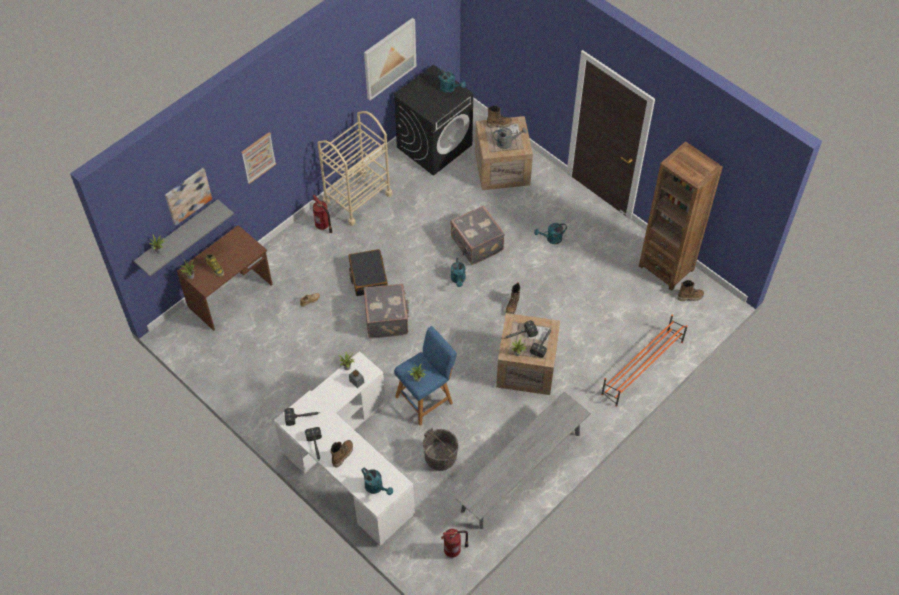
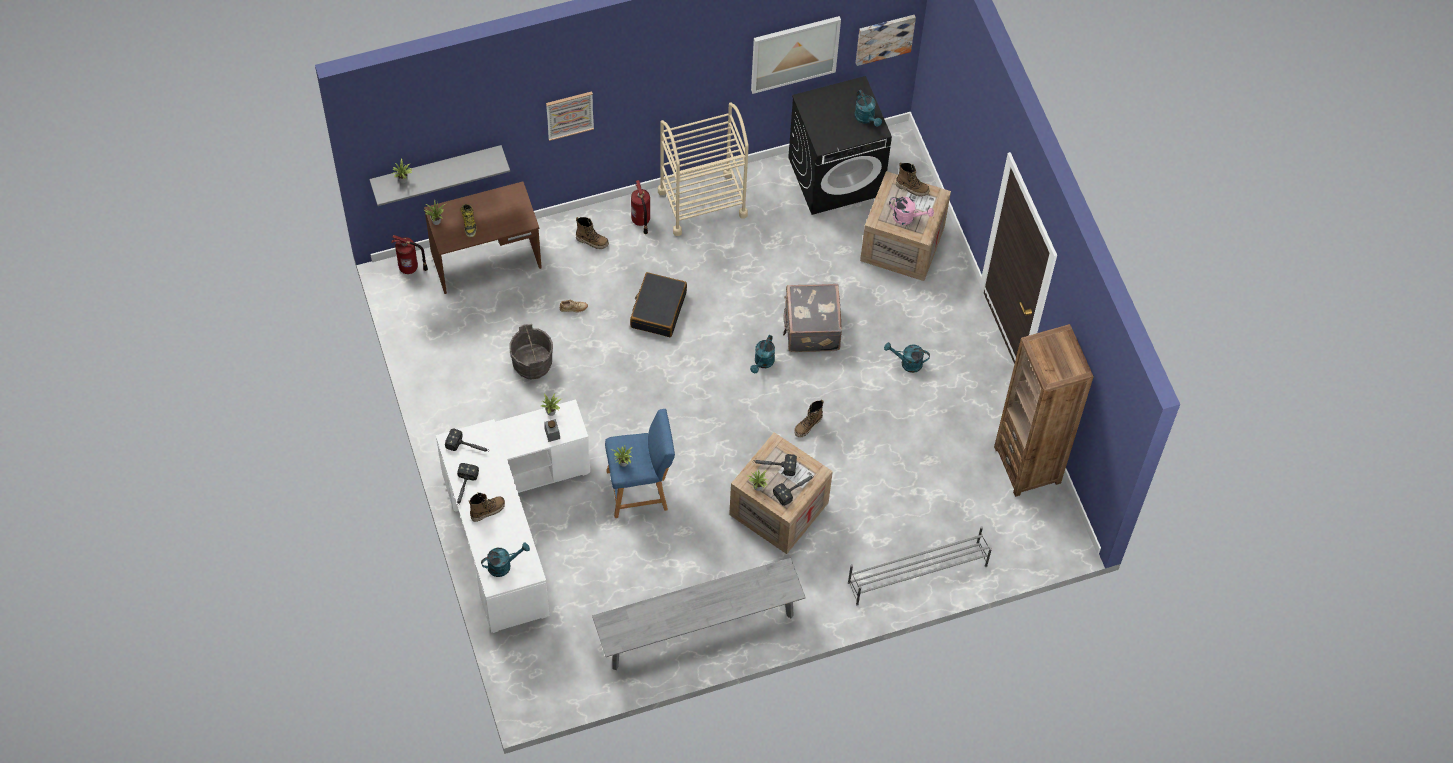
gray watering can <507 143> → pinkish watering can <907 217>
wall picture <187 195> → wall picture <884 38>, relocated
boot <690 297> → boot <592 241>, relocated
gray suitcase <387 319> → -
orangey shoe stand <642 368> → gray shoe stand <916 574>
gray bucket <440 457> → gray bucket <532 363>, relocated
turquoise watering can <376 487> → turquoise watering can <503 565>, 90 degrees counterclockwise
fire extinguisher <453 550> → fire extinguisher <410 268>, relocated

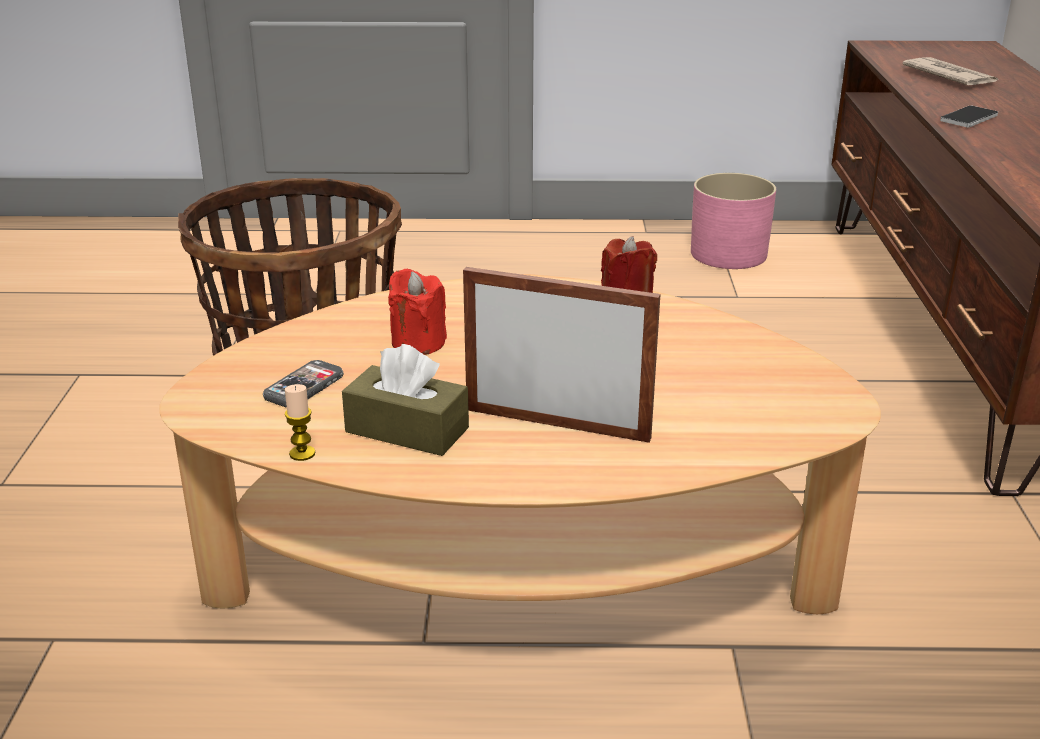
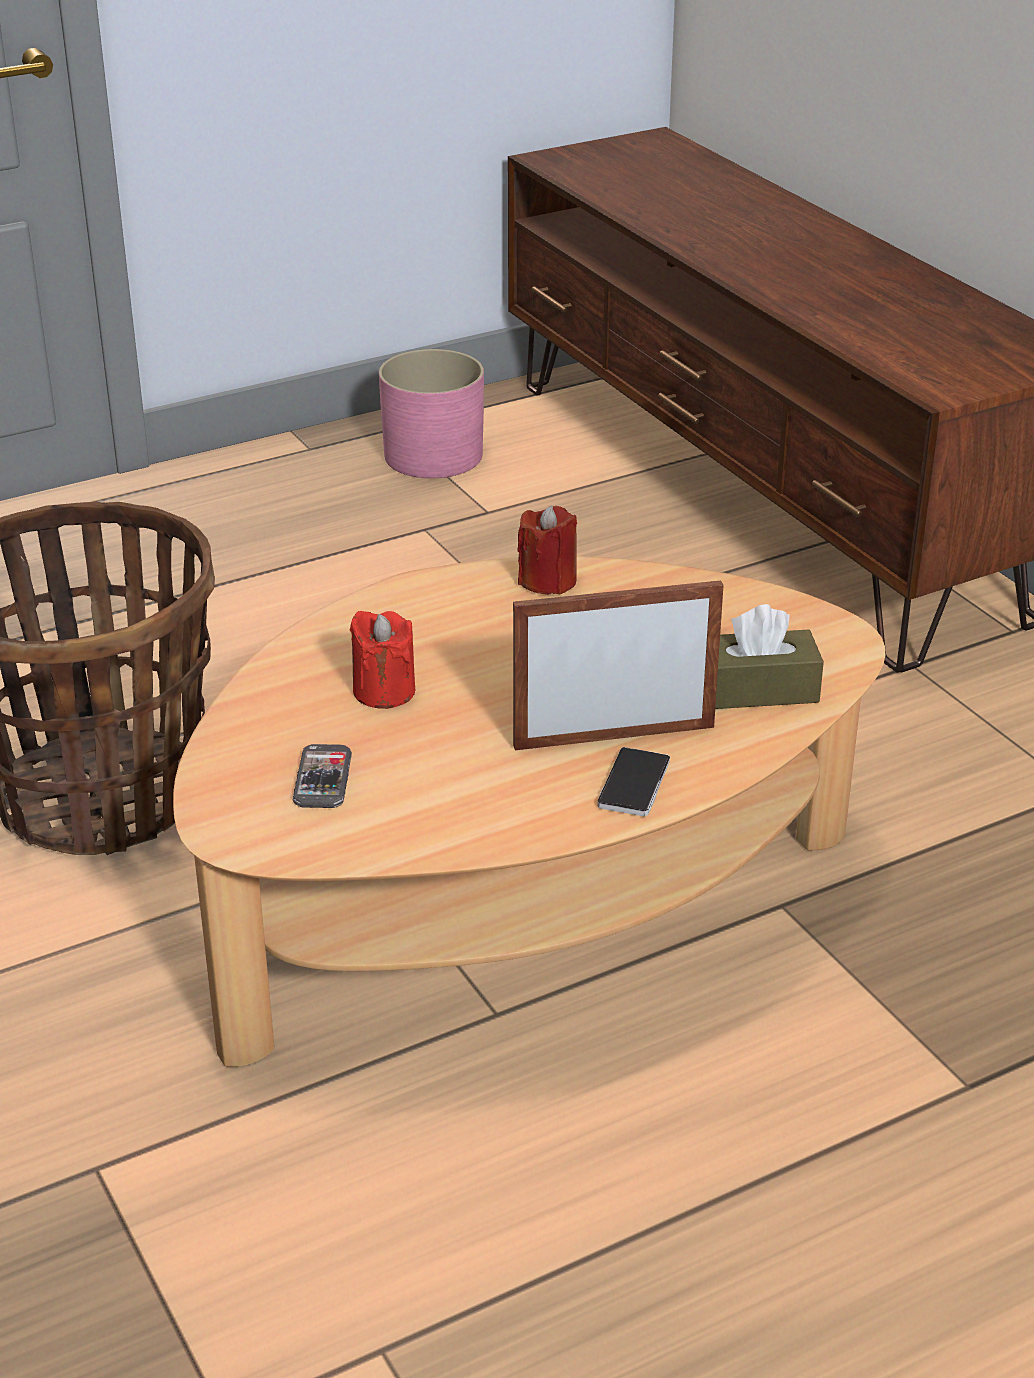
newspaper <949 76> → -
telephone <968 118> → telephone <634 784>, relocated
brown-coloured box of tissues <407 430> → brown-coloured box of tissues <757 689>, relocated
wax candle <302 453> → -

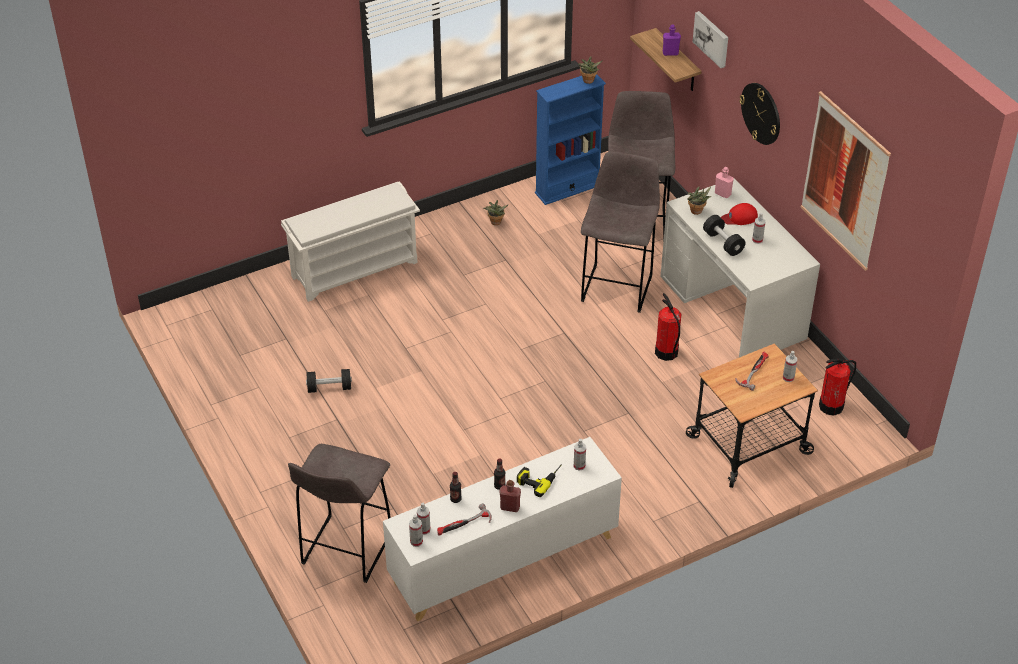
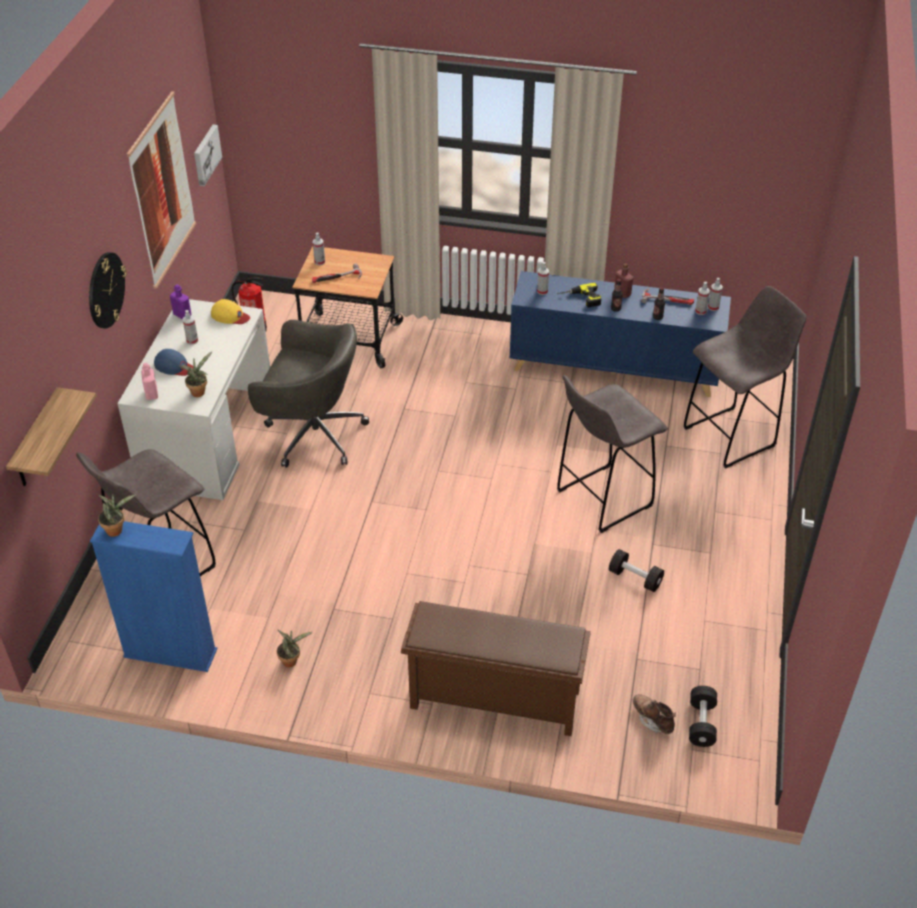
wall picture <712 39> → wall picture <205 154>, relocated
purplish drink bottle <670 53> → purplish drink bottle <182 315>, relocated
gray stool <617 287> → gray stool <601 499>, relocated
white-coloured shoe stand <355 269> → brown-coloured shoe stand <493 700>
reddish cap <739 217> → blue cap <174 366>
black dumbbell <723 243> → black dumbbell <701 723>, relocated
fire extinguisher <666 352> → gray office chair <312 434>
white-coloured cupboard <503 560> → blue cupboard <614 368>
- → yellow cap <230 316>
- → brown-coloured boot <652 719>

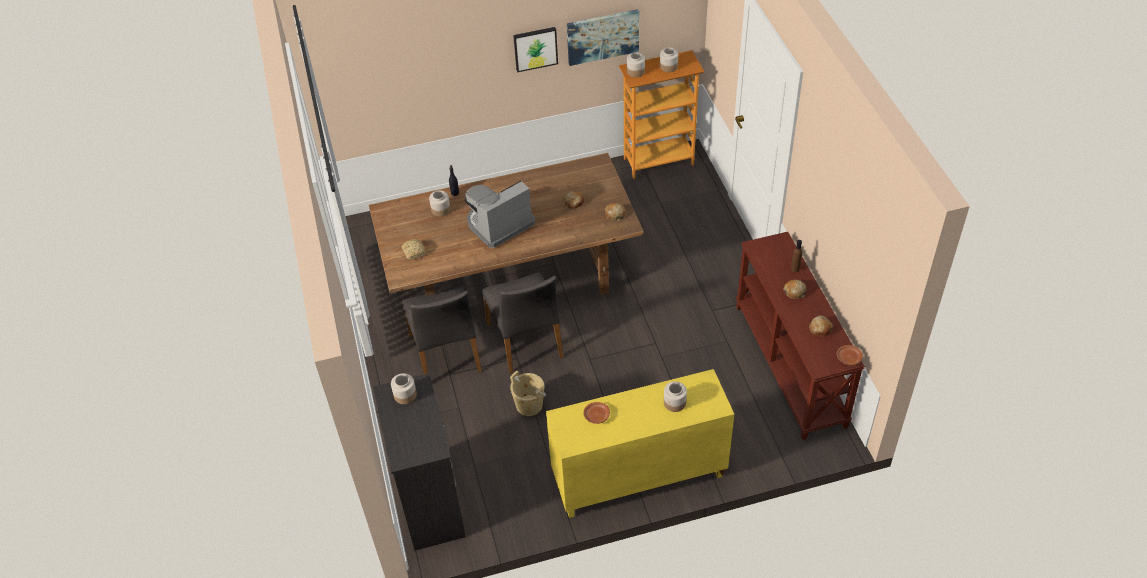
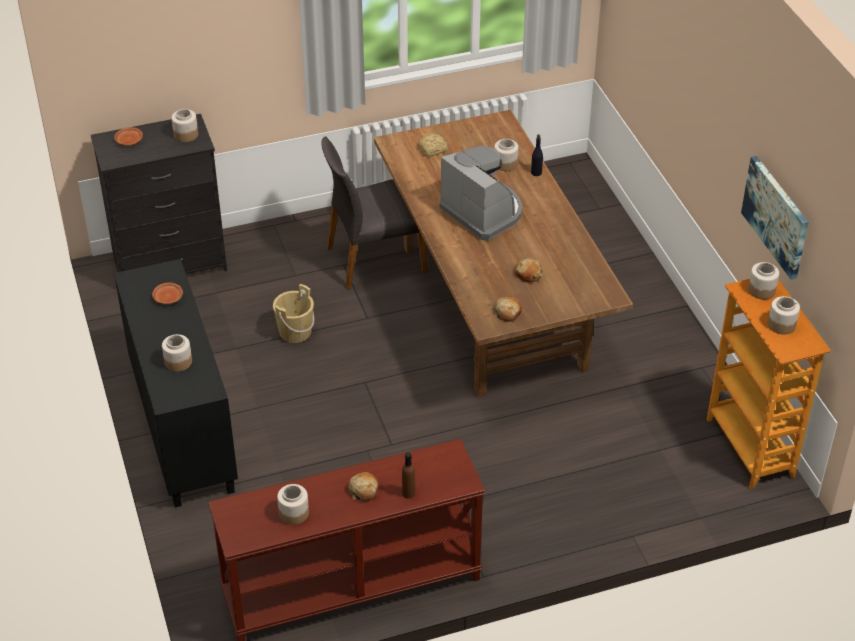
wall picture <535 48> → -
gray plain chair <526 341> → -
bakery bread <820 329> → storage jar <294 513>
brown-coloured flat dish <848 358> → brown-coloured flat dish <129 140>, relocated
yellow cupboard <638 478> → black cupboard <181 429>

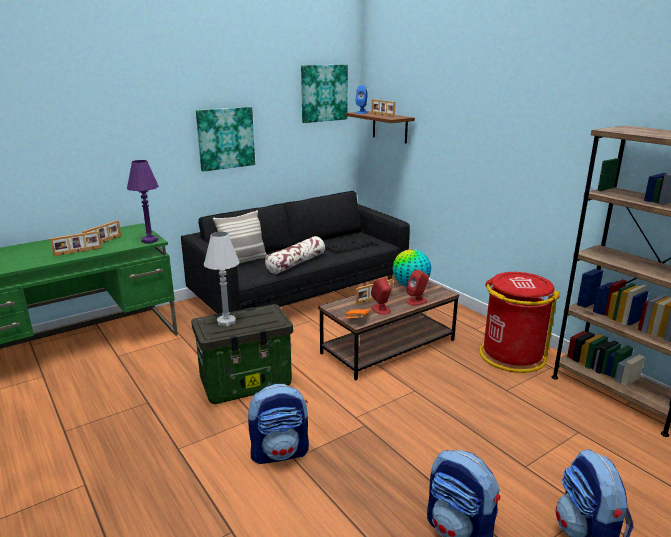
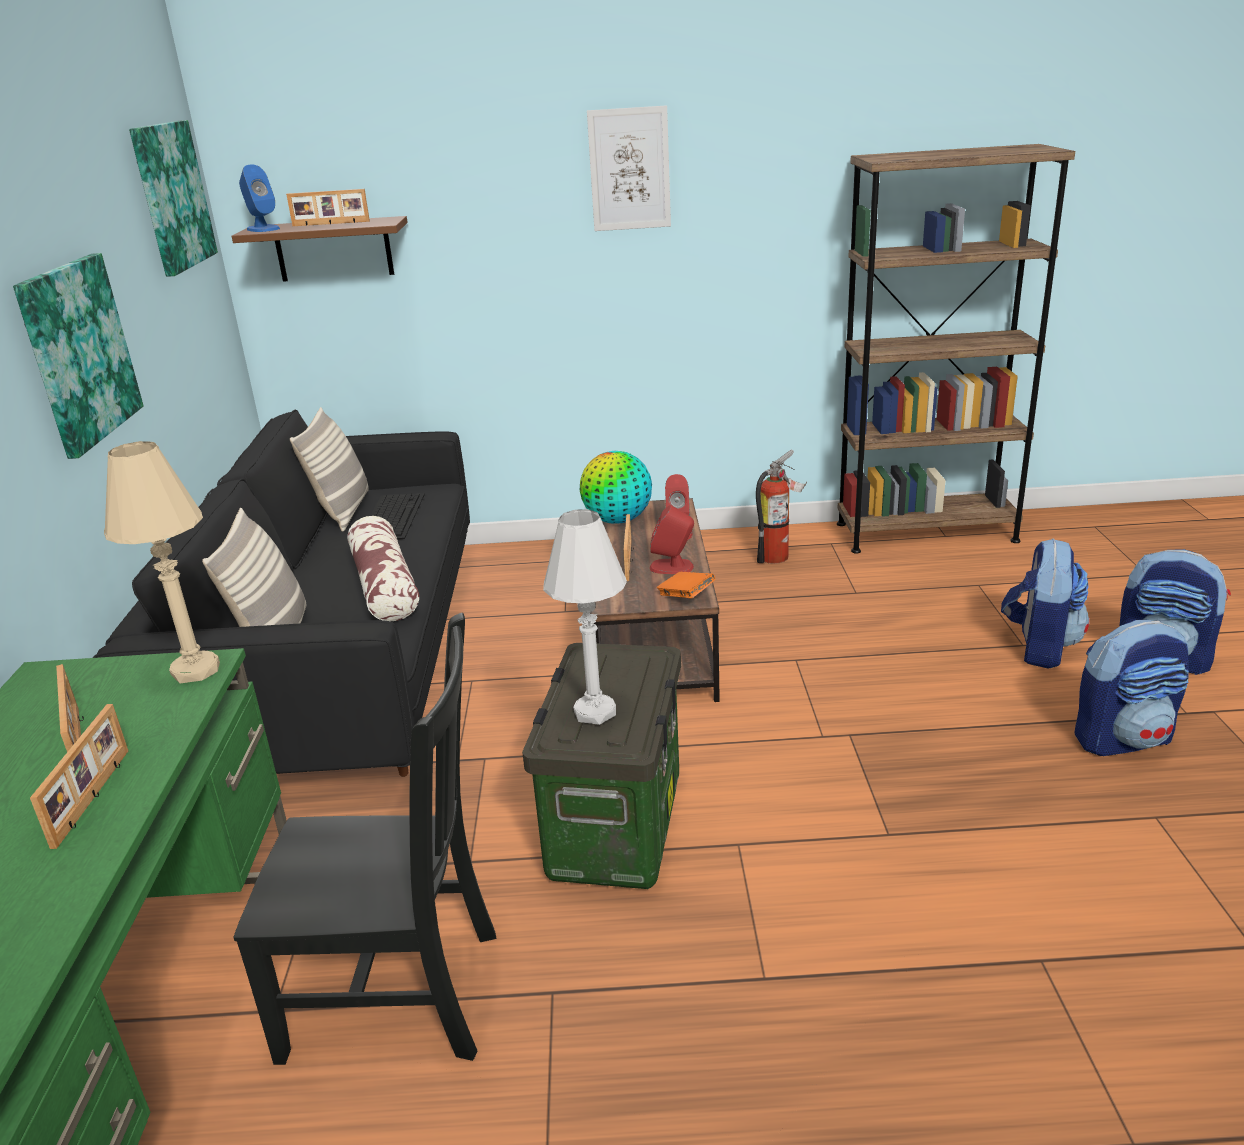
purplish lamp for a table <150 240> → sand-coloured lamp for a table <195 670>
reddish rubbish bin <511 355> → fire extinguisher <778 556>
knapsack <280 452> → knapsack <1039 647>, relocated
- → wall picture <629 169>
- → throw pillow <343 511>
- → black plain chair <400 994>

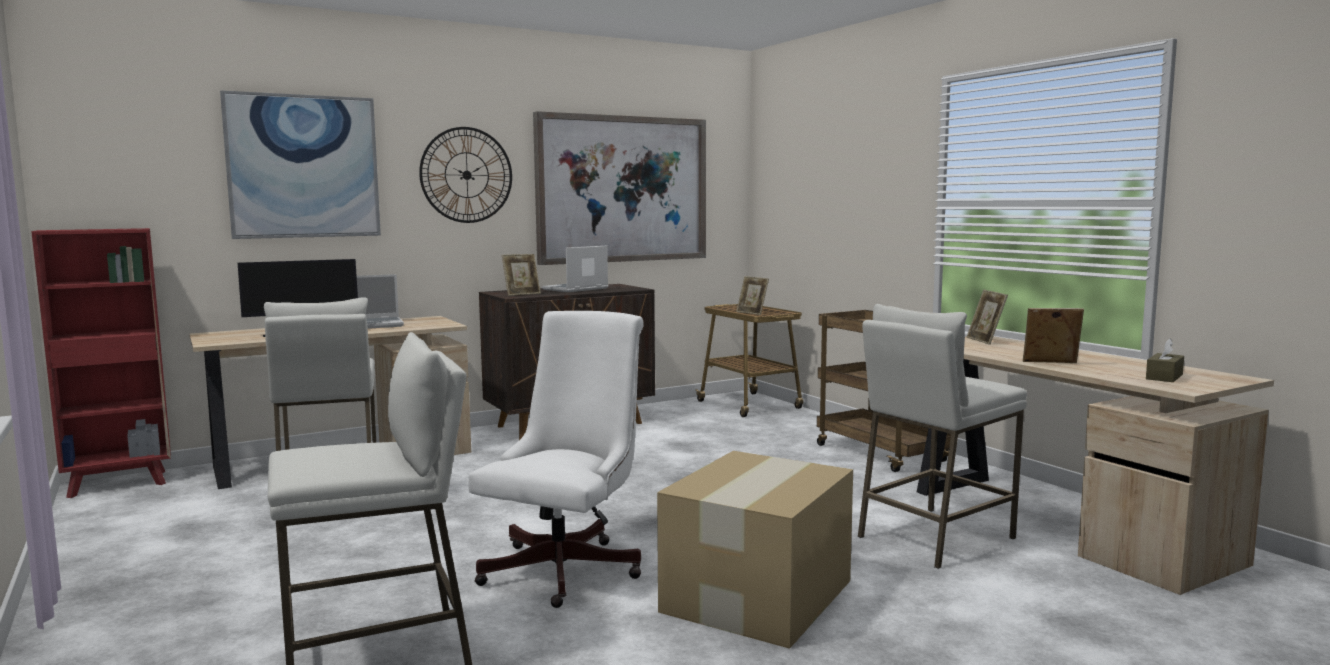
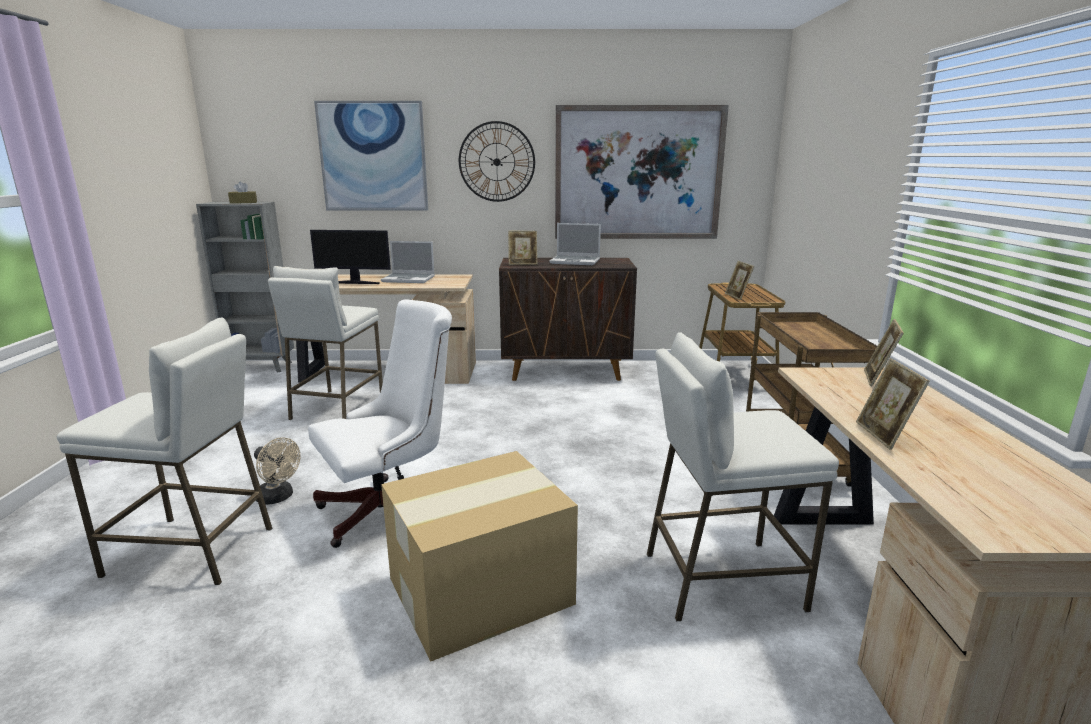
reddish bookshelf <120 484> → gray bookshelf <261 367>
portable computer <575 289> → portable computer <576 261>, 150 degrees counterclockwise
standing frame <1050 364> → standing frame <884 435>, 135 degrees counterclockwise
brown-coloured box of tissues <1164 377> → brown-coloured box of tissues <243 202>, relocated
- → sand-coloured cooling fan <278 497>

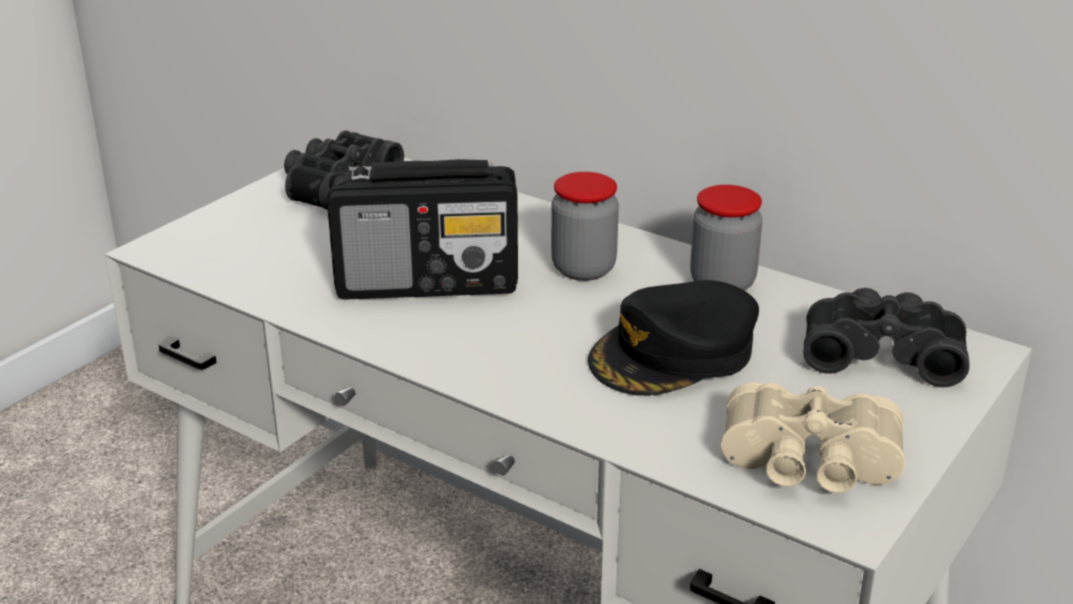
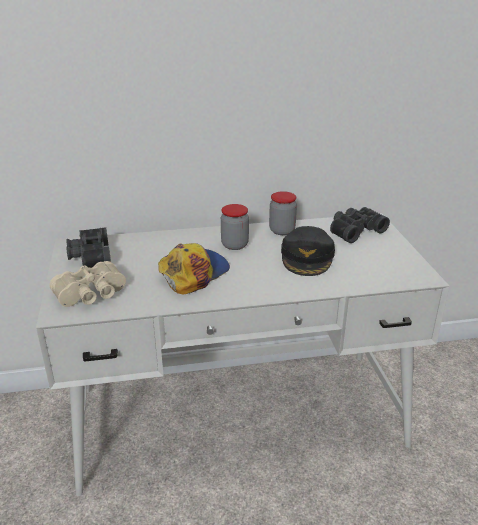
radio receiver <429 283> → cap <193 273>
sand-coloured field glasses <809 465> → sand-coloured field glasses <92 295>, relocated

